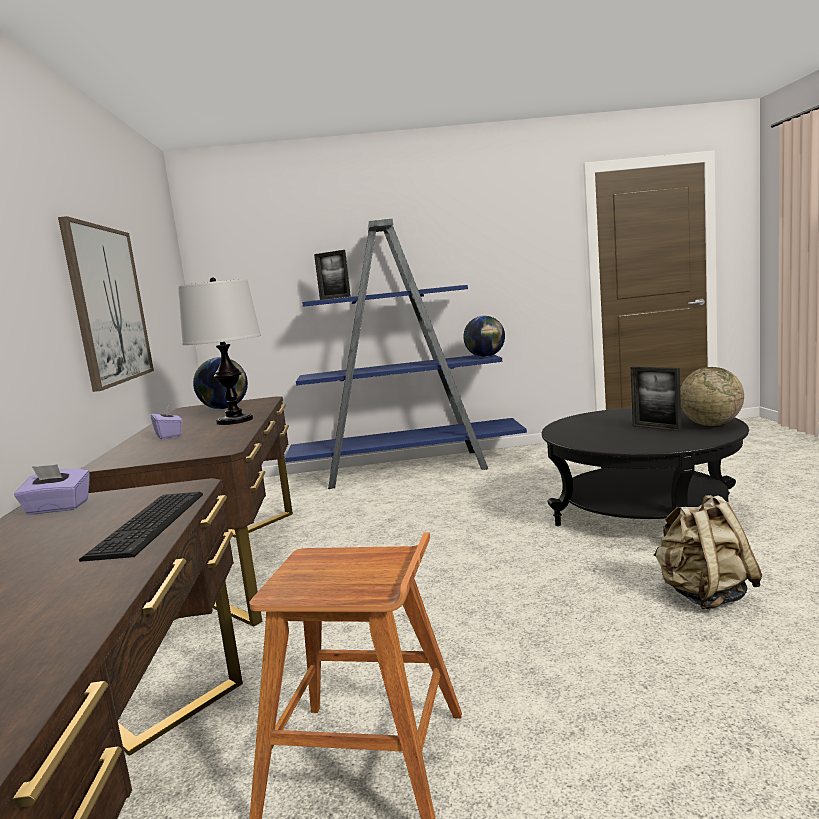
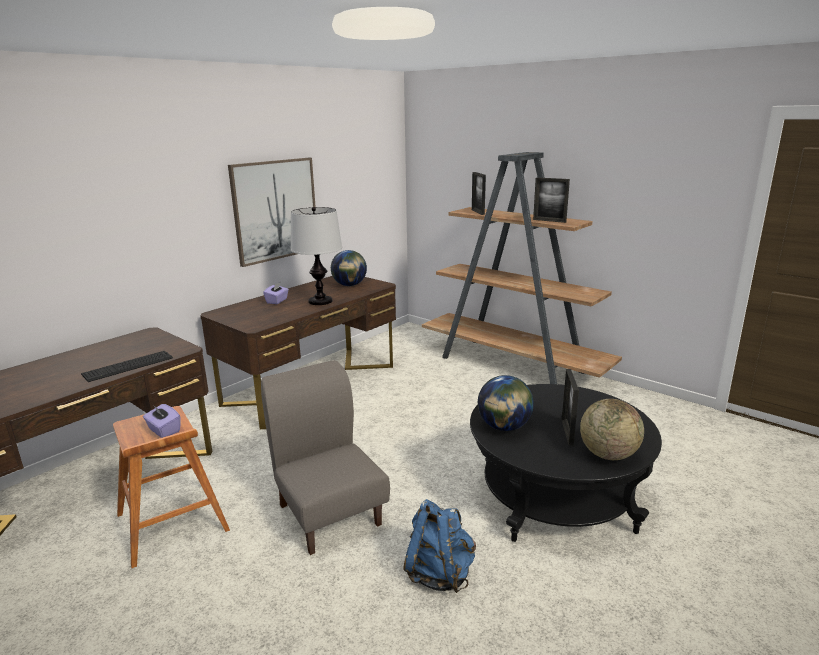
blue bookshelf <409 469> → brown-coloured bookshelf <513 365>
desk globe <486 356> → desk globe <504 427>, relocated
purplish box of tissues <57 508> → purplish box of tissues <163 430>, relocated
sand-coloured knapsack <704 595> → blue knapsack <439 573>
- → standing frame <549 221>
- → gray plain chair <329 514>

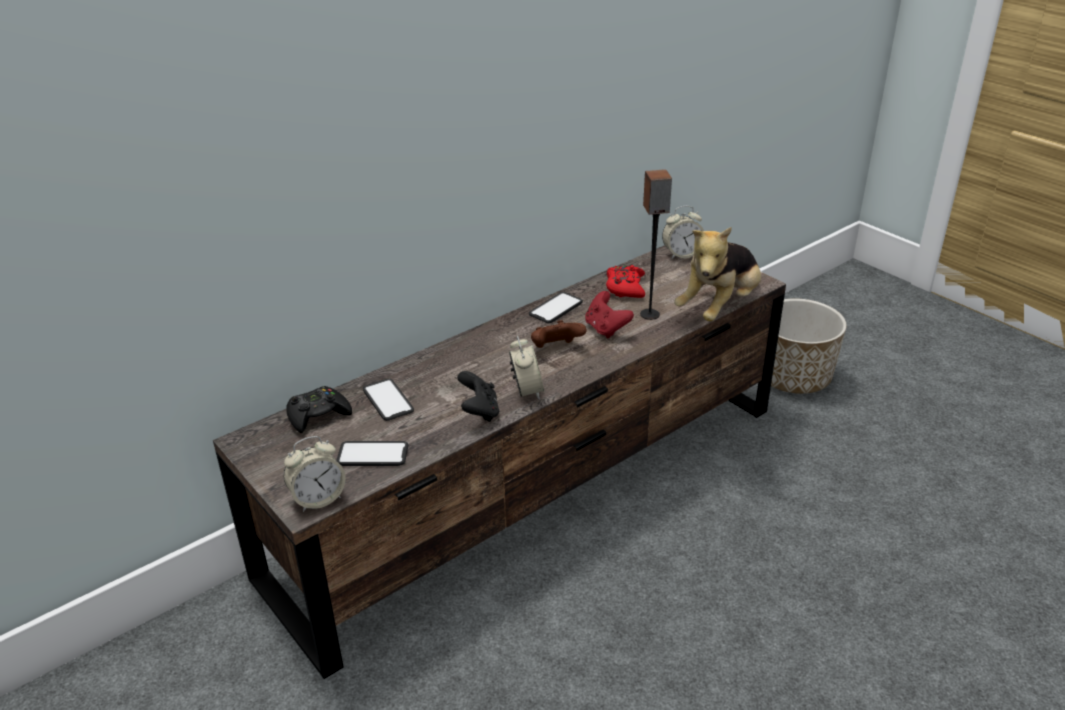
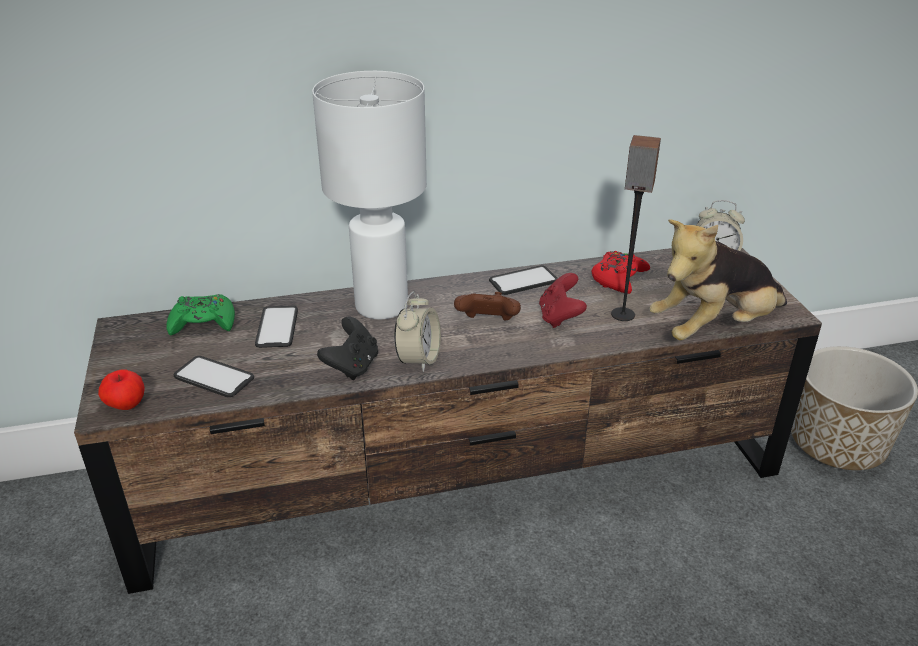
black game controller <318 415> → green game controller <203 323>
alarm clock <318 499> → apple fruit <126 405>
- → white-coloured lamp for a table <380 307>

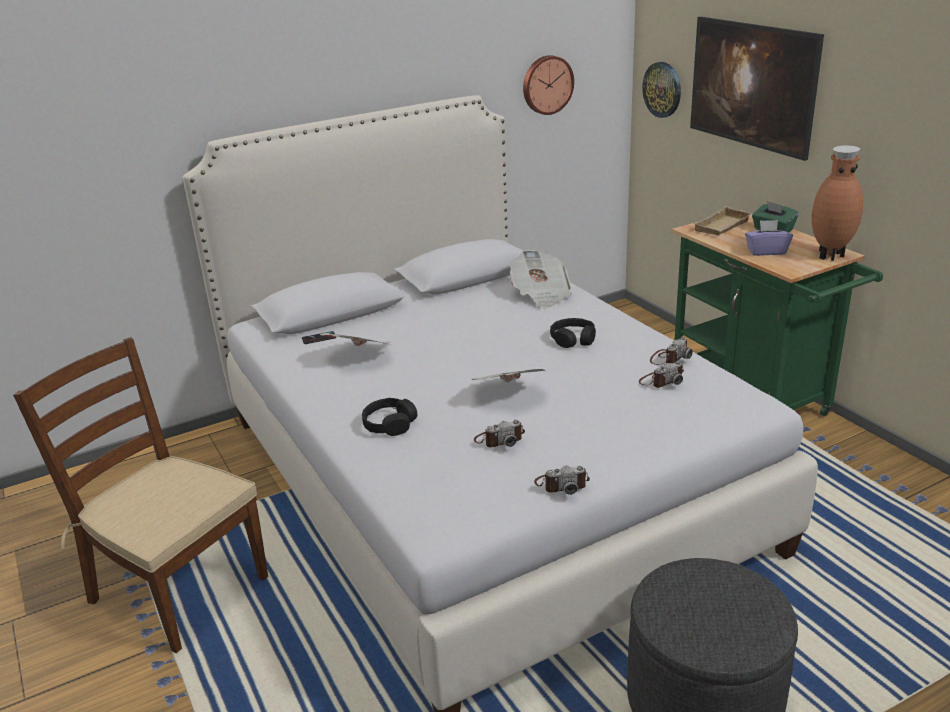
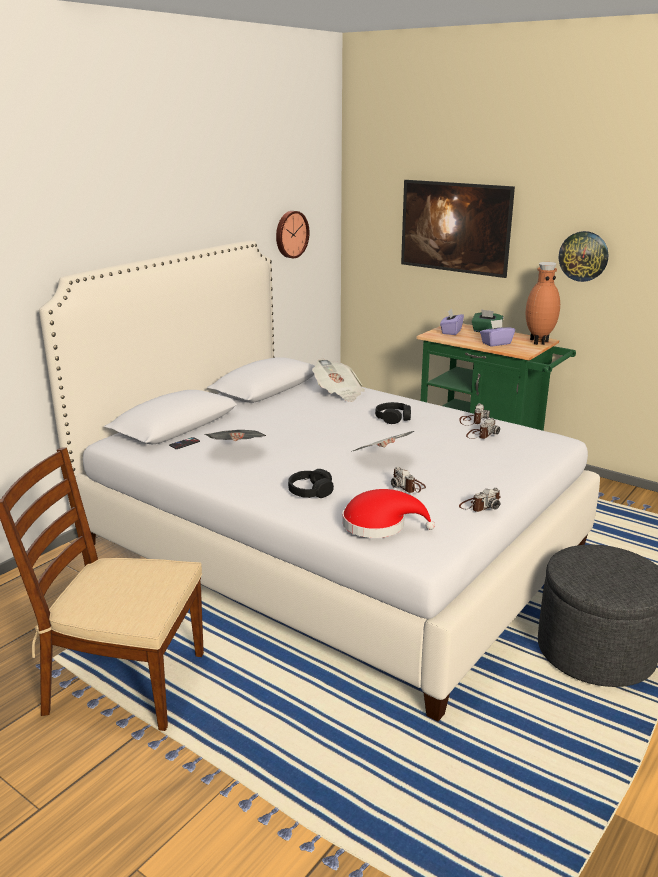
clock on the wall <662 89> → clock on the wall <583 256>, relocated
sand-coloured carrying tray <723 227> → purplish box of tissues <451 332>
still camera <499 439> → still camera <408 486>, 105 degrees clockwise
- → reddish clothing hat <379 525>

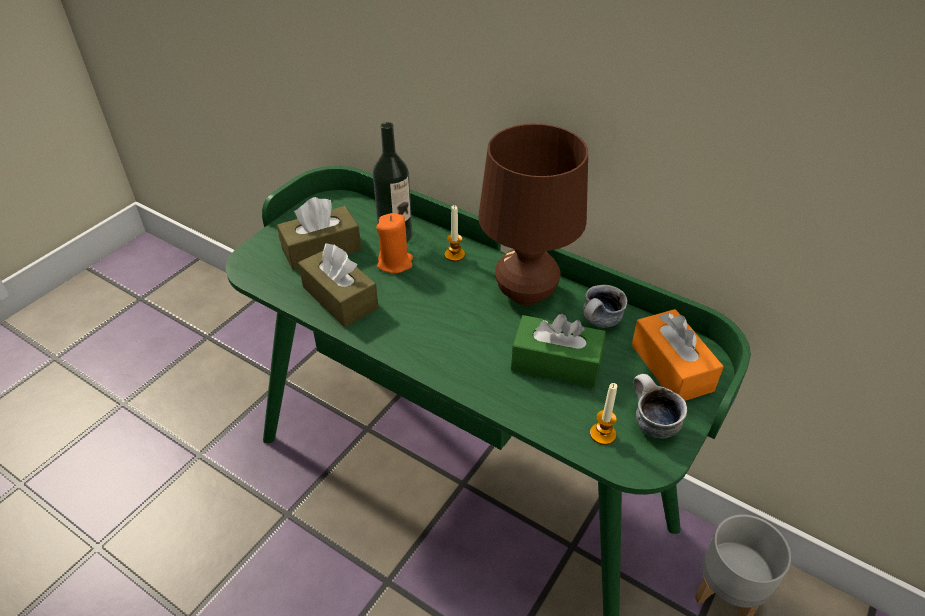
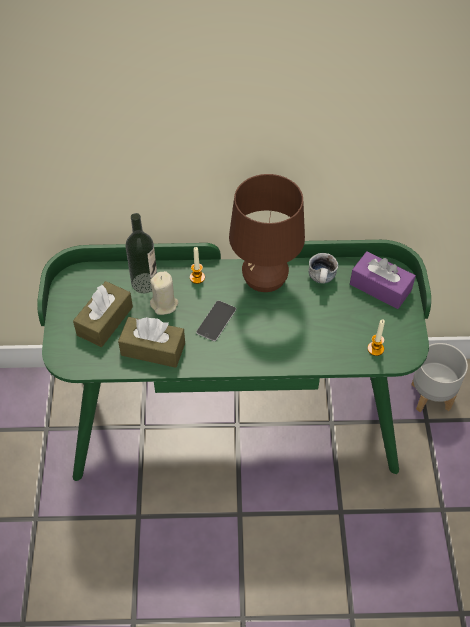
orangey wax candle <395 263> → sand-coloured wax candle <164 304>
orangey box of tissues <671 367> → purplish box of tissues <380 287>
green box of tissues <556 363> → -
mug <650 423> → -
- → telephone <216 321>

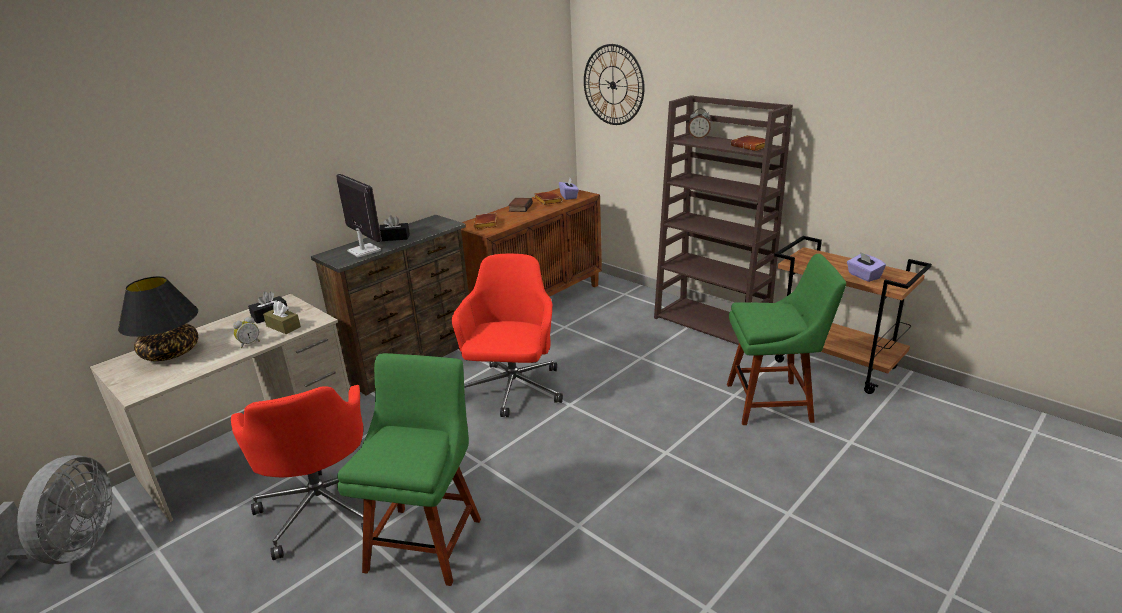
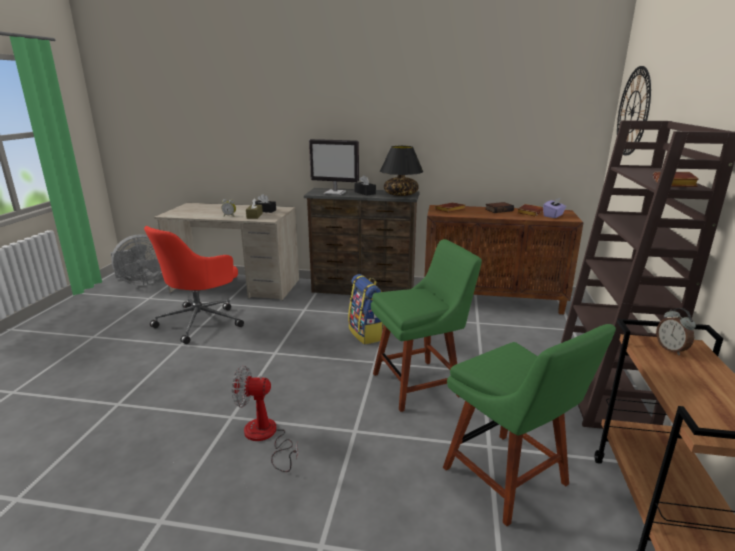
alarm clock <699 137> → alarm clock <671 349>, relocated
computer display <363 251> → computer display <335 193>, 90 degrees clockwise
purplish box of tissues <863 276> → -
reddish office chair <512 391> → knapsack <367 334>
black lamp for a table <171 352> → black lamp for a table <401 194>, relocated
green plain chair <426 539> → green plain chair <420 383>, relocated
- → cooling fan <265 437>

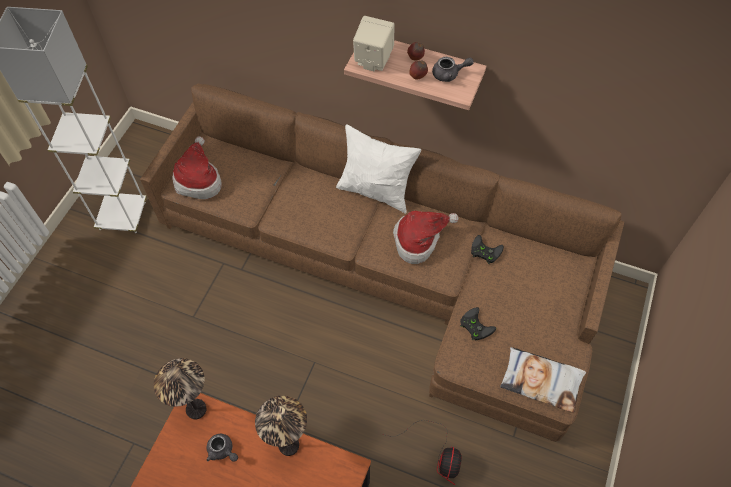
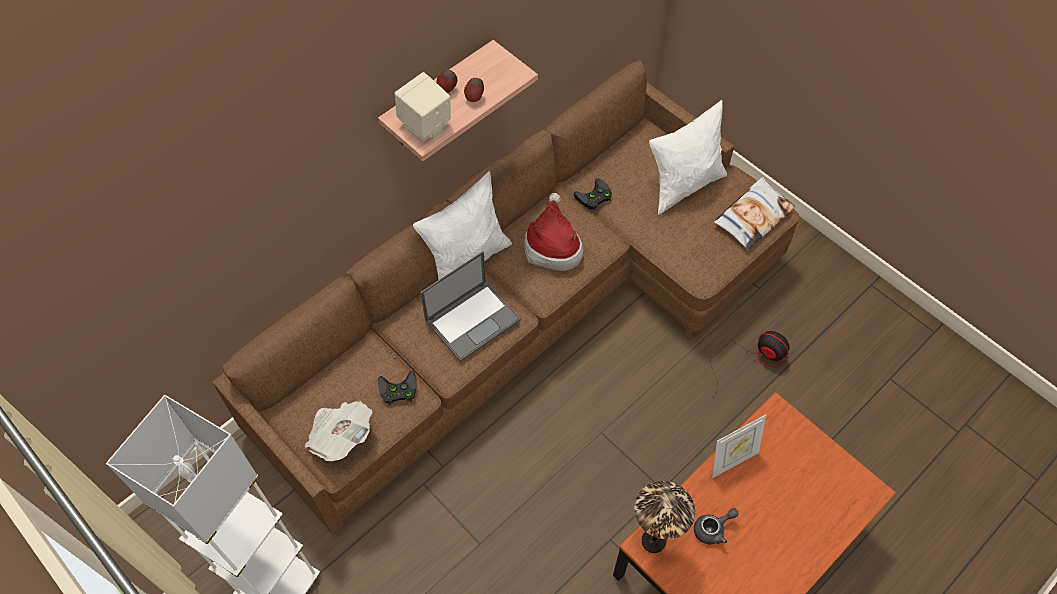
gray teapot <449 74> → -
clothing hat <199 179> → newspaper <341 436>
black game controller <474 325> → black game controller <397 390>, relocated
lamp for a table <289 445> → standing frame <732 460>
- → white-coloured throw pillow <684 185>
- → portable computer <473 319>

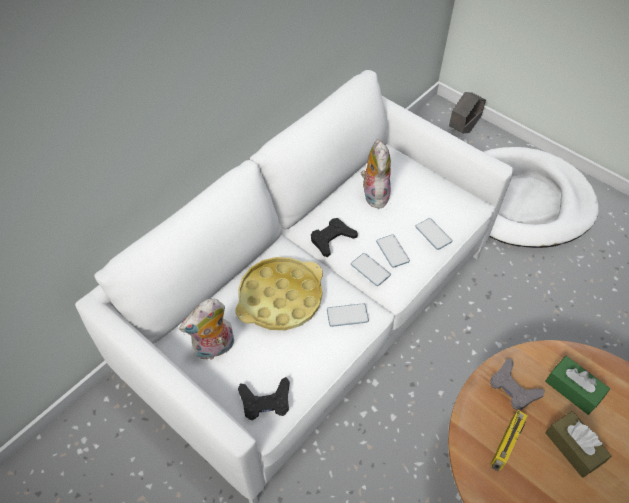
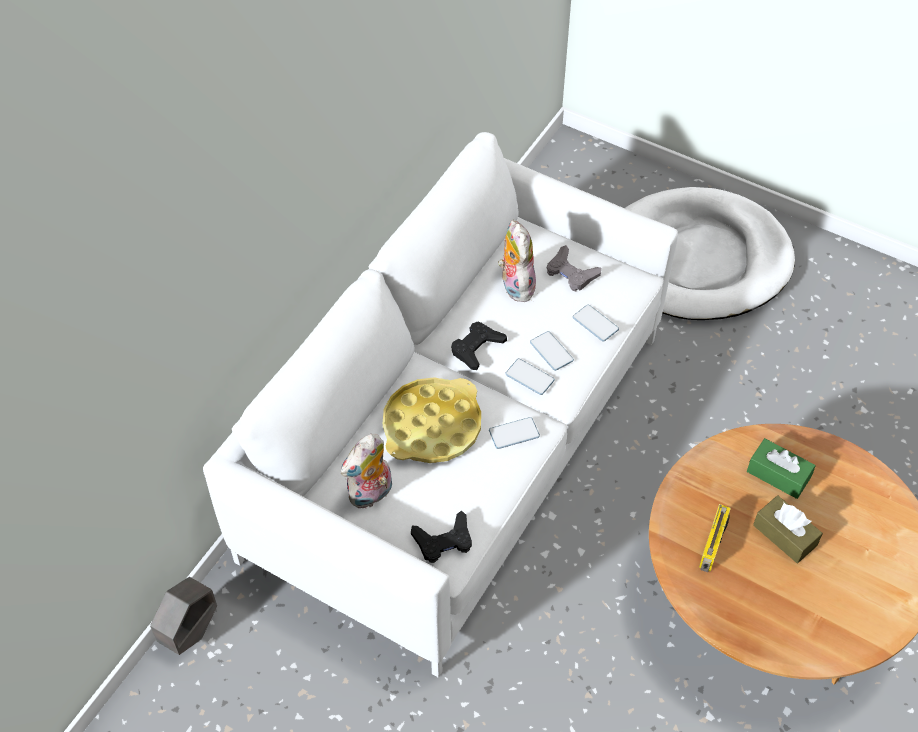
gray plant pot <463 129> → gray plant pot <190 632>, relocated
gray game controller <513 388> → gray game controller <571 273>, relocated

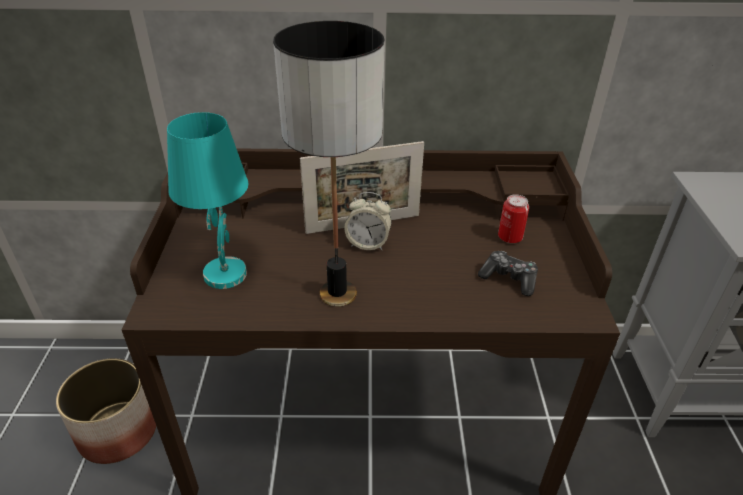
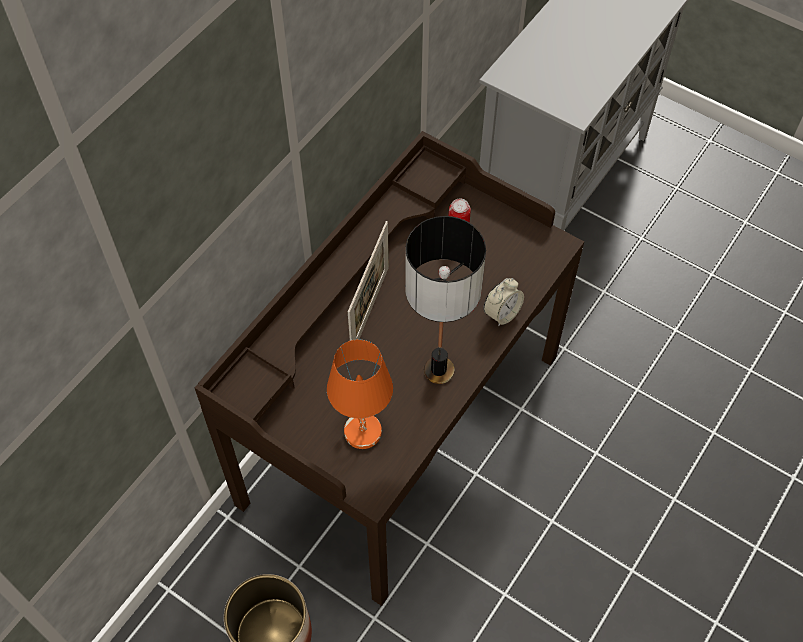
turquoise lamp for a table <225 273> → orangey lamp for a table <361 431>
alarm clock <368 243> → alarm clock <502 313>, relocated
game controller <509 279> → -

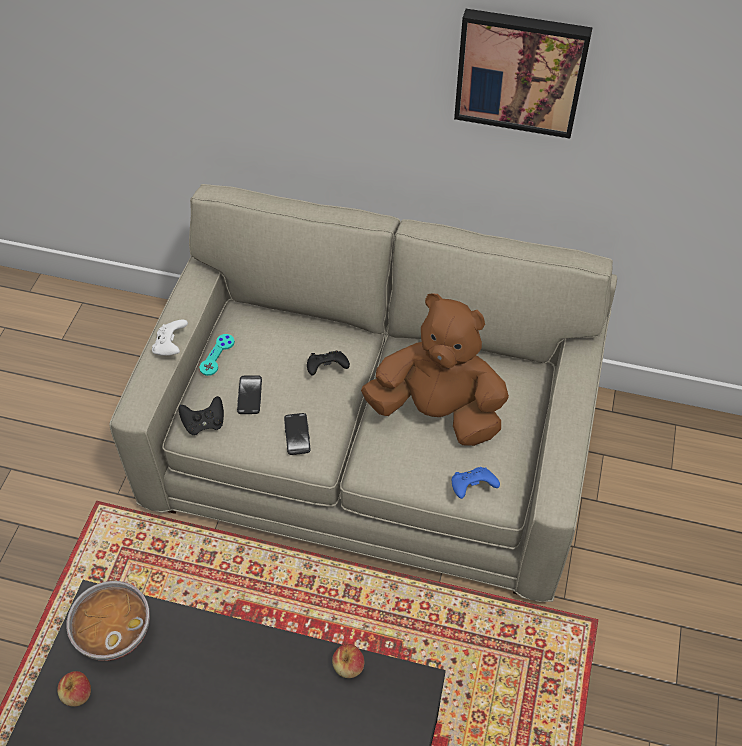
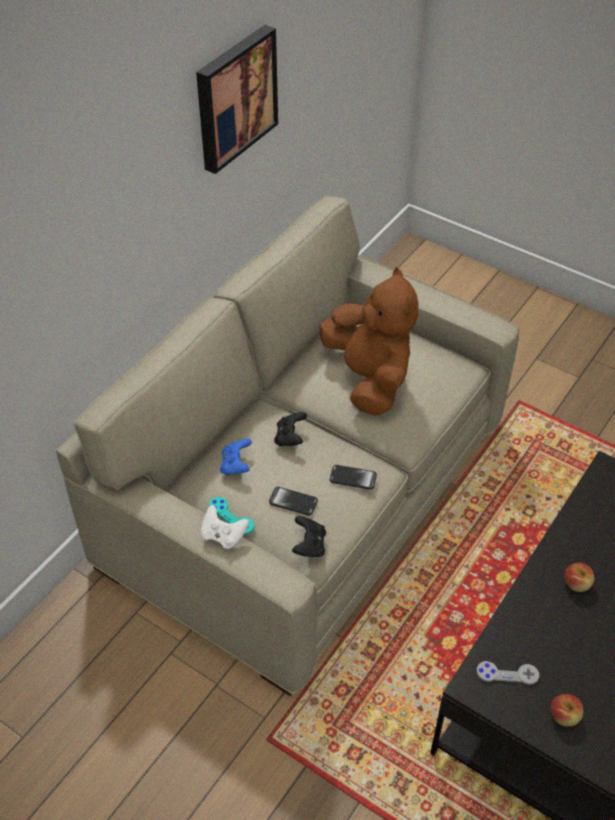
brown-coloured plush toy <437 412> → brown-coloured plush toy <369 378>, 120 degrees clockwise
blue game controller <472 488> → blue game controller <236 465>, relocated
deep dish <114 631> → gray game controller <507 673>
apple fruit <348 666> → apple fruit <577 584>, relocated

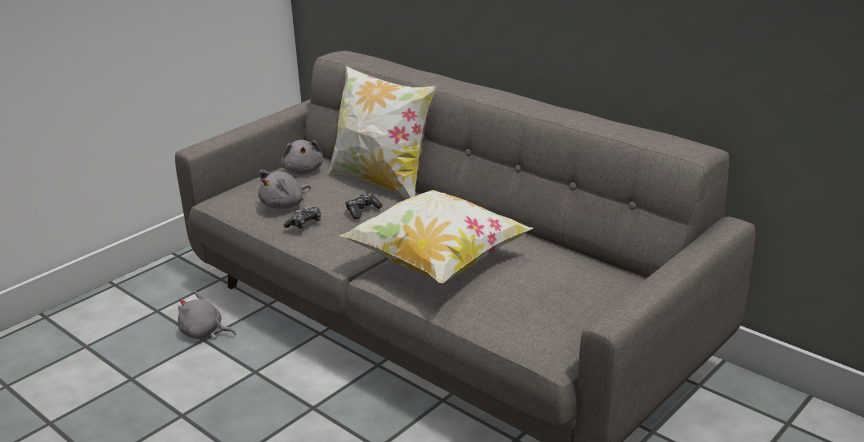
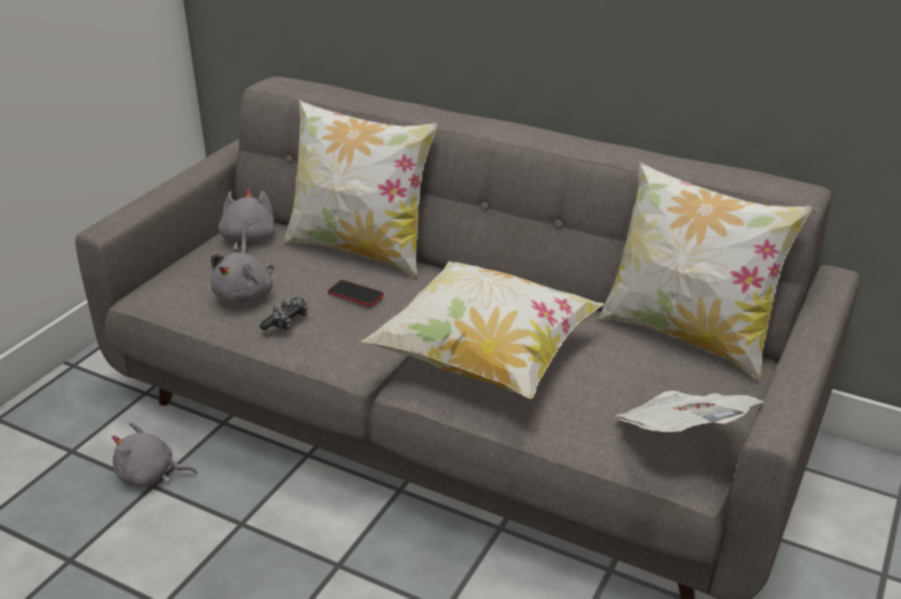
gray plush toy <303 170> → gray plush toy <248 241>, 150 degrees counterclockwise
game controller <362 211> → telephone <355 294>
- → throw pillow <687 335>
- → newspaper <681 437>

